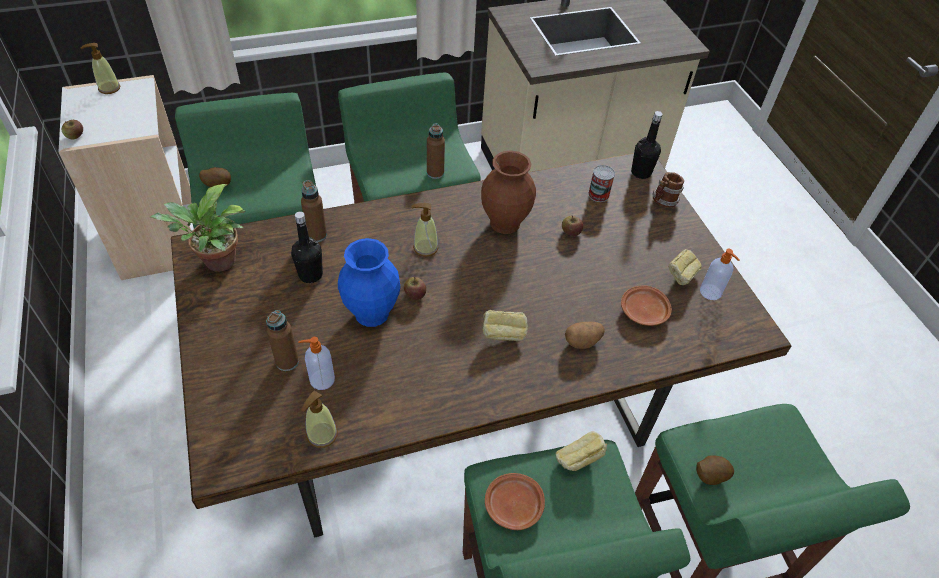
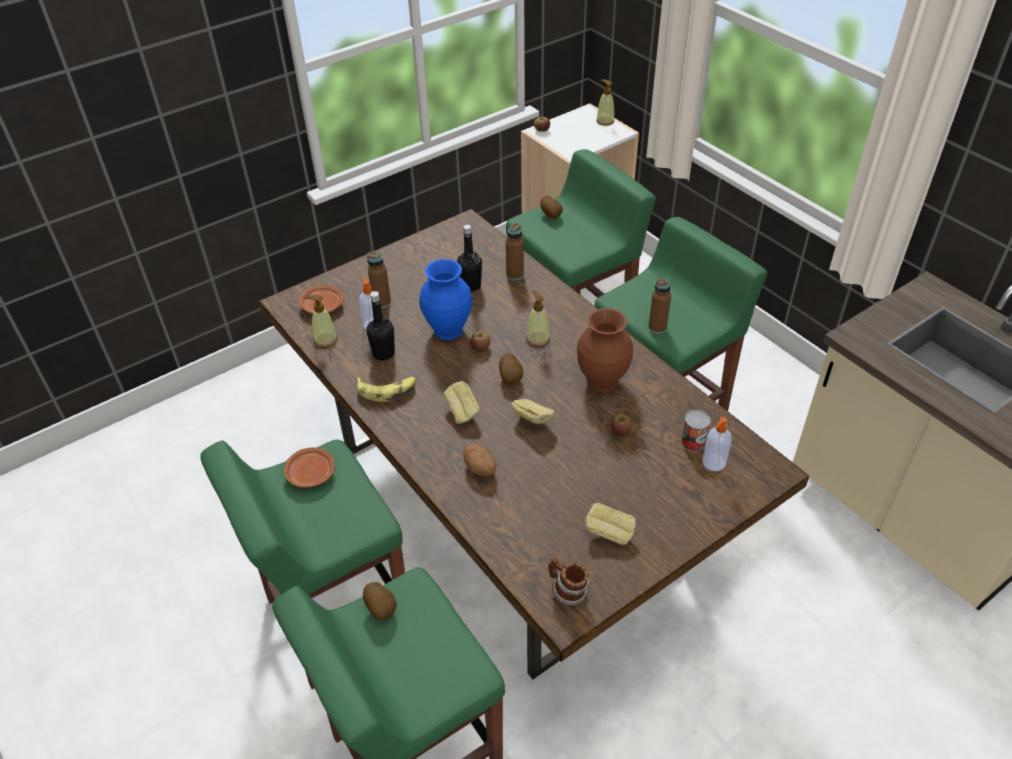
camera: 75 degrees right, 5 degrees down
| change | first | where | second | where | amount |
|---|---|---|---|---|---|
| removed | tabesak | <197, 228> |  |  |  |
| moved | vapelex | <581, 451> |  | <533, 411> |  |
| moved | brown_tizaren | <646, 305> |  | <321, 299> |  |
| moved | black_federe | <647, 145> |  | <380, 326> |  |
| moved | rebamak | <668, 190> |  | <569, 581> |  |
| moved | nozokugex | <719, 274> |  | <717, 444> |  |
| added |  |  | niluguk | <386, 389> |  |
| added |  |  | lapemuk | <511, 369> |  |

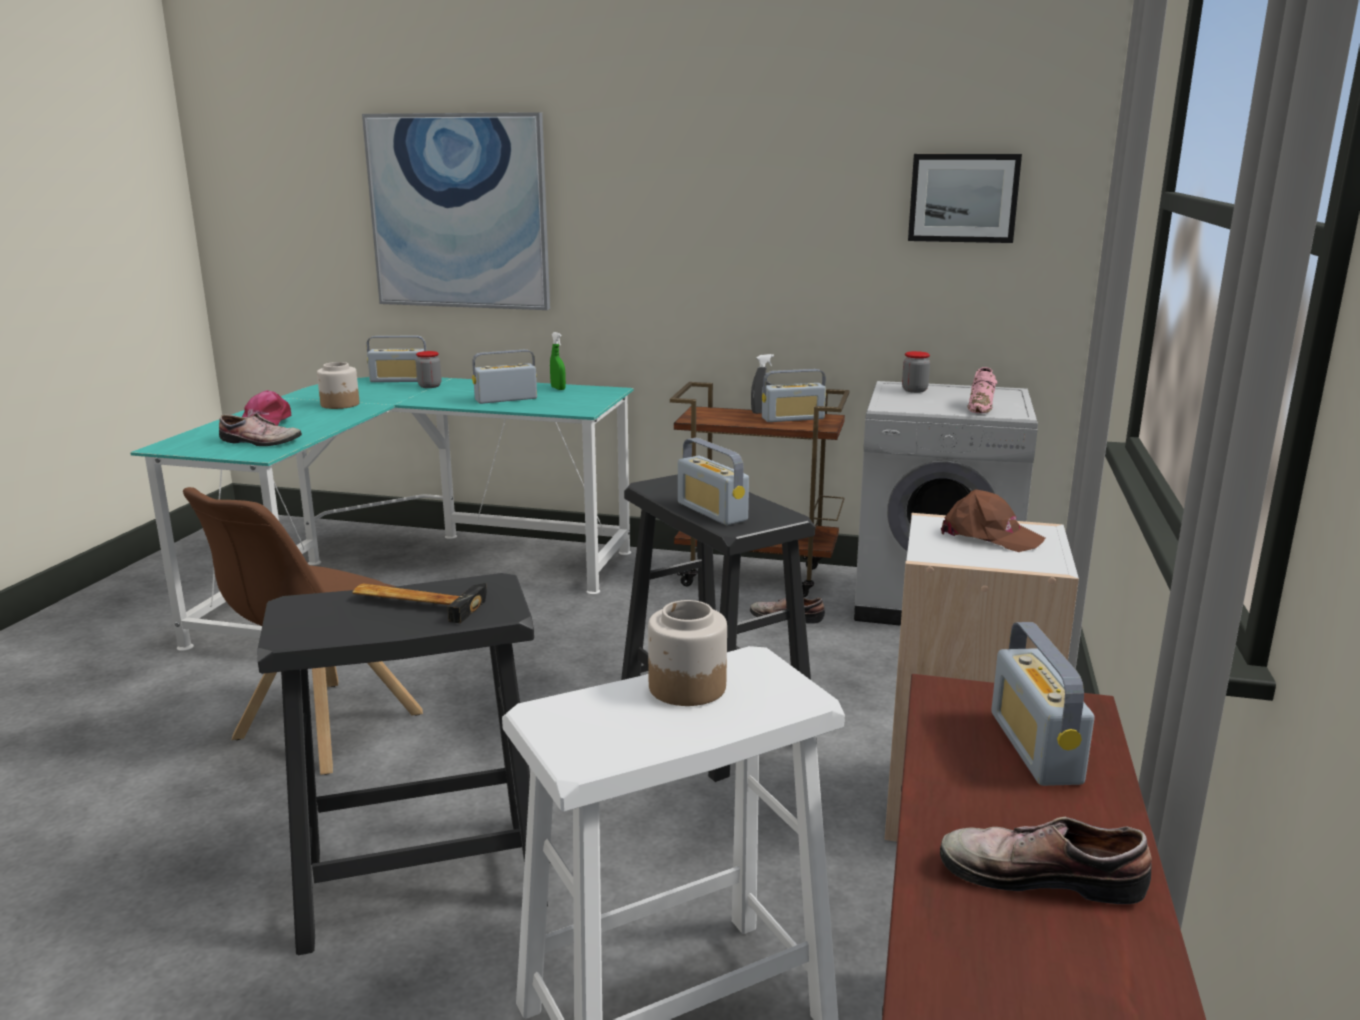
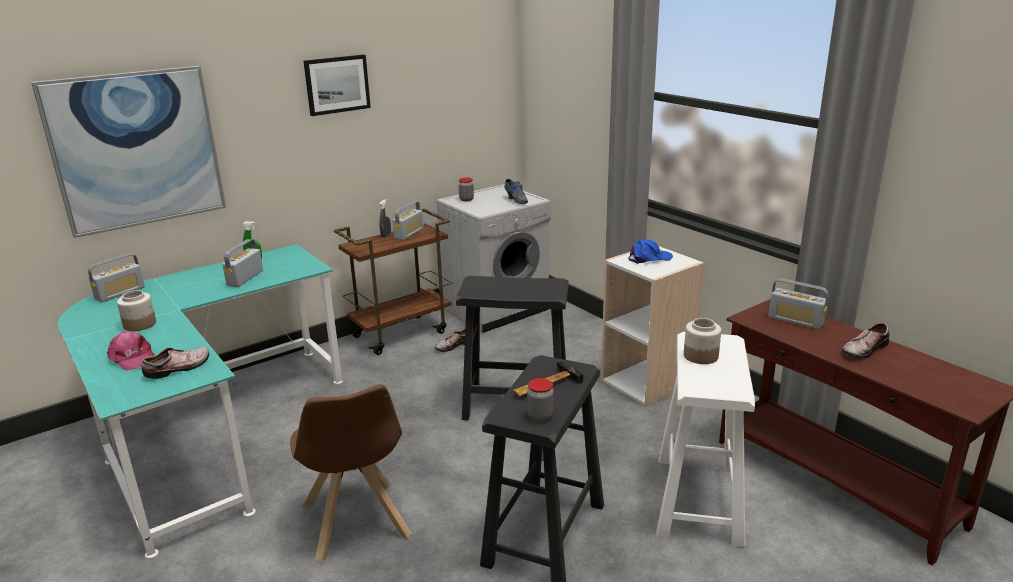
camera: 50 degrees left, 5 degrees up
| change | first | where | second | where | amount |
|---|---|---|---|---|---|
| moved | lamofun | <428, 369> |  | <540, 400> |  |
| removed | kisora | <713, 481> |  |  |  |
| moved | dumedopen | <965, 198> |  | <337, 85> |  |
| recoloured | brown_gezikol | <993, 520> | blue_gezikol | <651, 251> |  |
| recoloured | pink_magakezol | <982, 390> | blue_magakezol | <516, 191> |  |

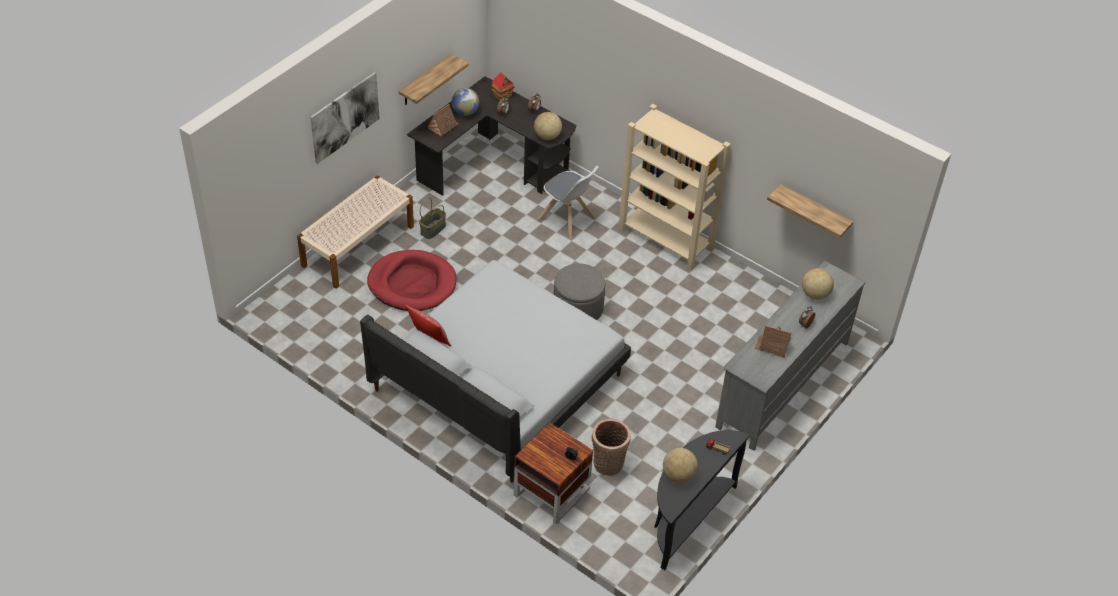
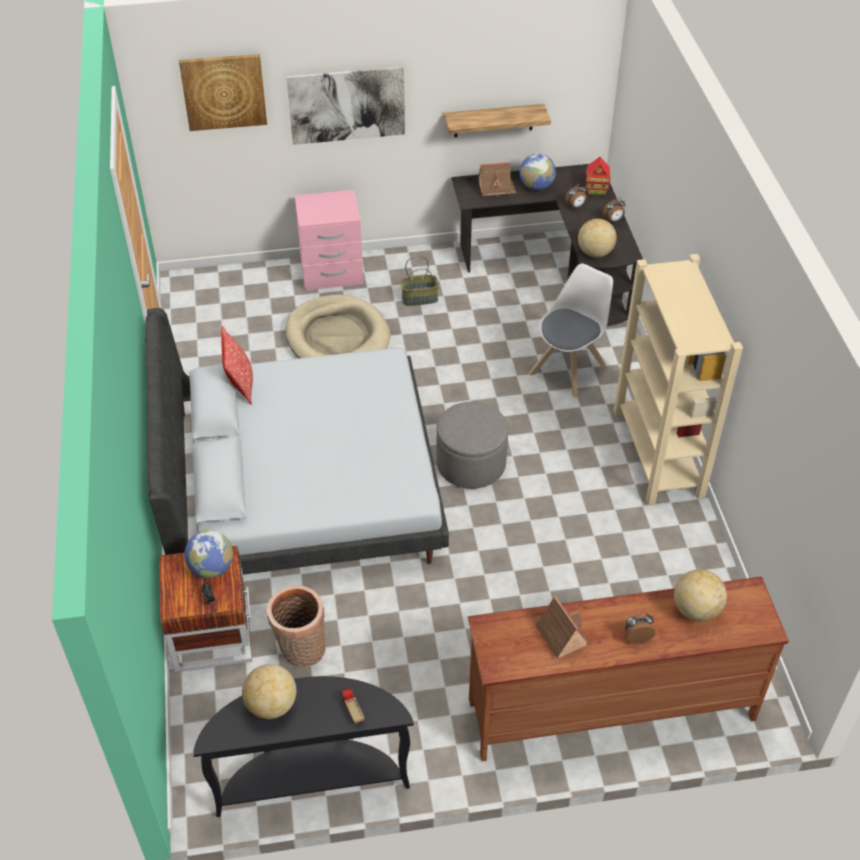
camera: 45 degrees right, 0 degrees up
| change | first | where | second | where | amount |
|---|---|---|---|---|---|
| replaced | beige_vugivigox | <355, 232> | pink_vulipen | <329, 240> |  |
| recoloured | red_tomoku | <411, 280> | beige_tomoku | <338, 326> |  |
| turned | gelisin | <568, 202> |  | <571, 330> | 135 degrees counterclockwise |
| recoloured | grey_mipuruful | <790, 355> | brown_mipuruful | <628, 669> |  |
| removed | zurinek | <810, 211> |  |  |  |
| added |  |  | dumedopen | <223, 92> |  |
| added |  |  | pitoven | <208, 554> |  |

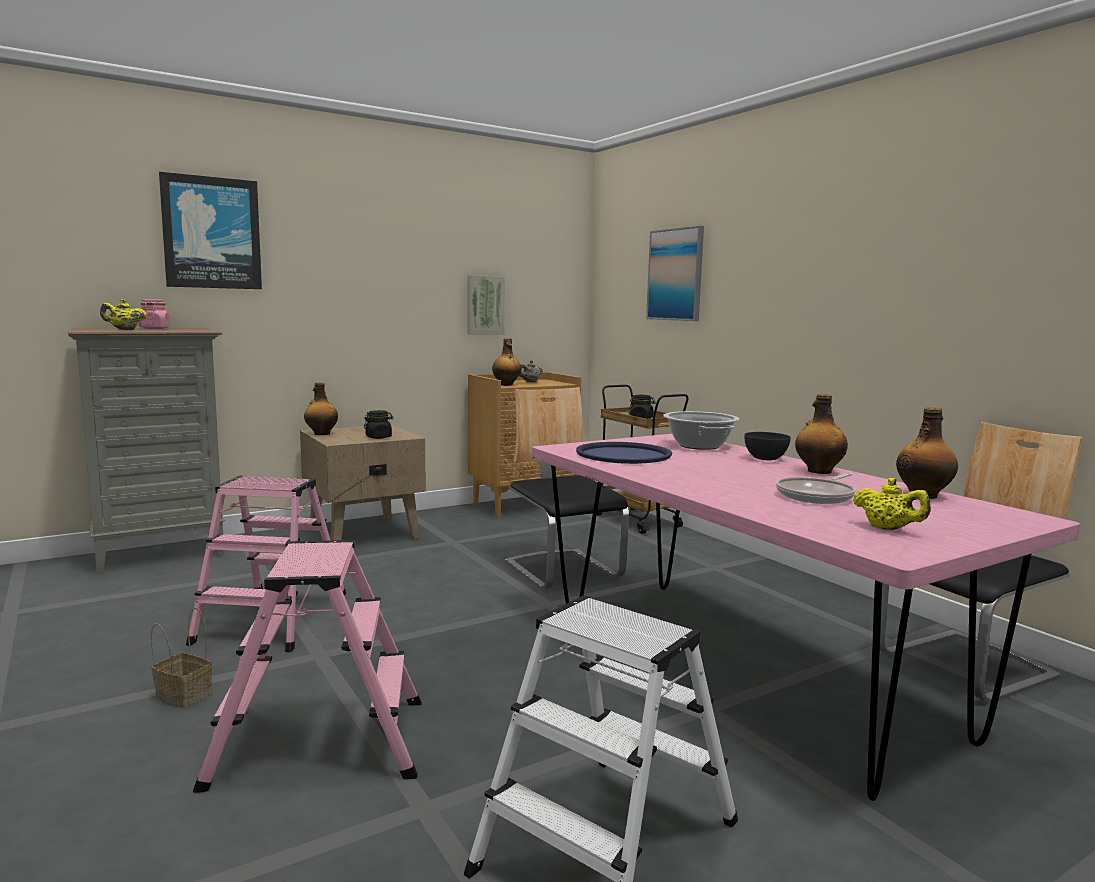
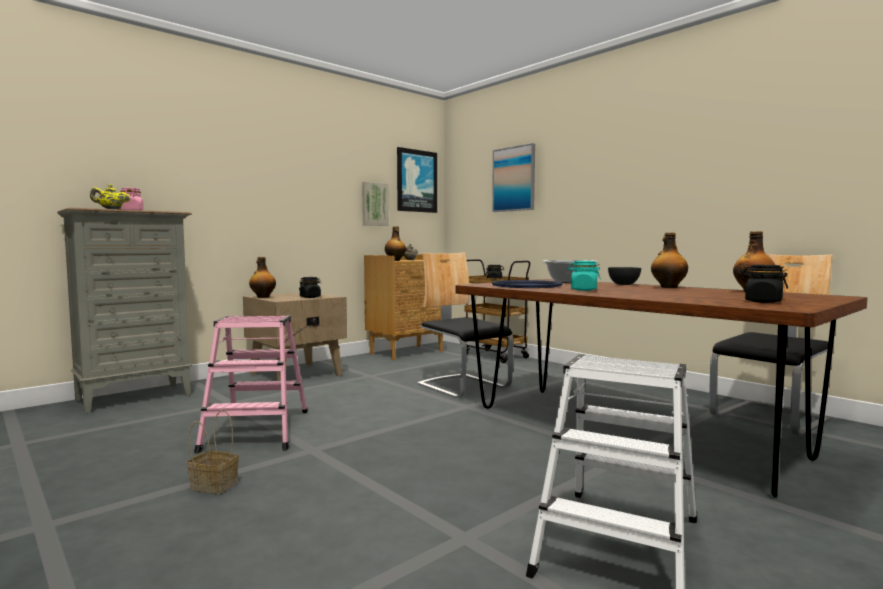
camera: 10 degrees left, 5 degrees down
| change | first | where | second | where | amount |
|---|---|---|---|---|---|
| moved | dumedopen | <210, 230> |  | <417, 180> |  |
| removed | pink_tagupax | <307, 666> |  |  |  |
| recoloured | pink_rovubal | <806, 617> | brown_rovubal | <661, 388> |  |
| removed | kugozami | <816, 488> |  |  |  |
| replaced | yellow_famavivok | <892, 504> | black_lamofun | <764, 284> |  |
| added |  |  | turquoise_lamofun | <584, 276> |  |

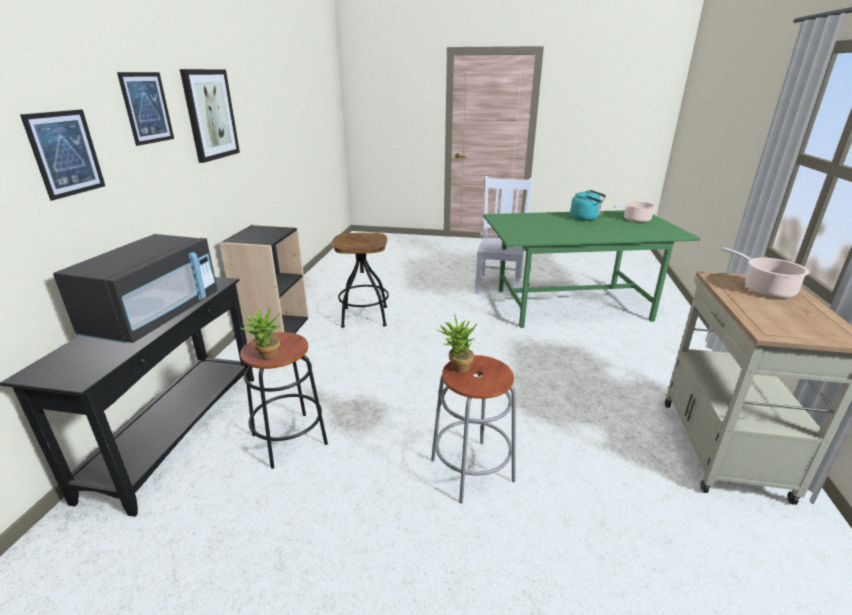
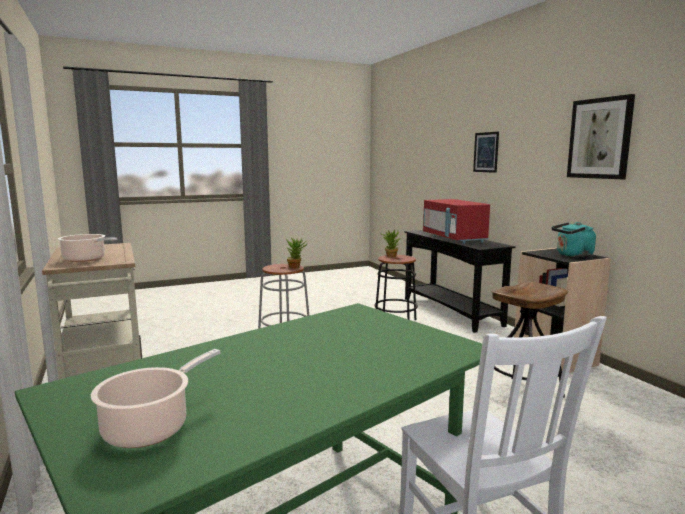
camera: 145 degrees right, 15 degrees down
| change | first | where | second | where | amount |
|---|---|---|---|---|---|
| recoloured | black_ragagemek | <135, 288> | red_ragagemek | <456, 221> |  |
| removed | dumedopen | <145, 109> |  |  |  |
| moved | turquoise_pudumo | <588, 205> |  | <574, 239> |  |

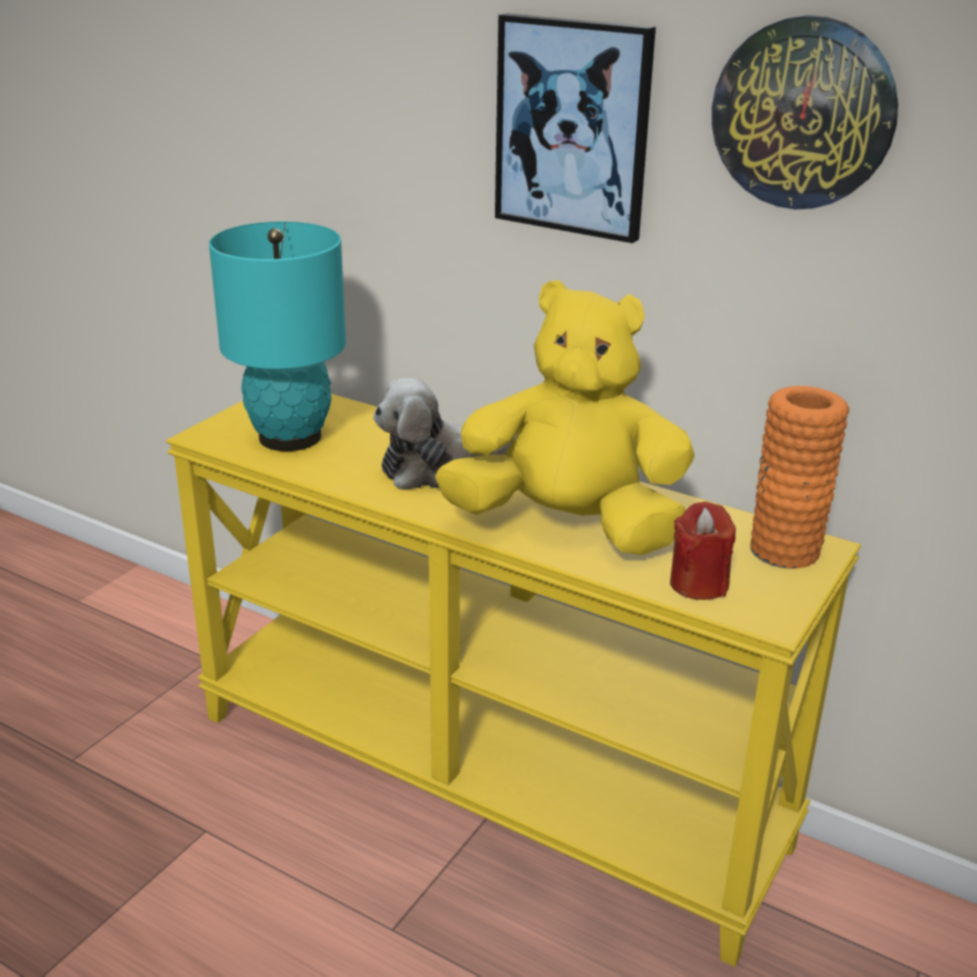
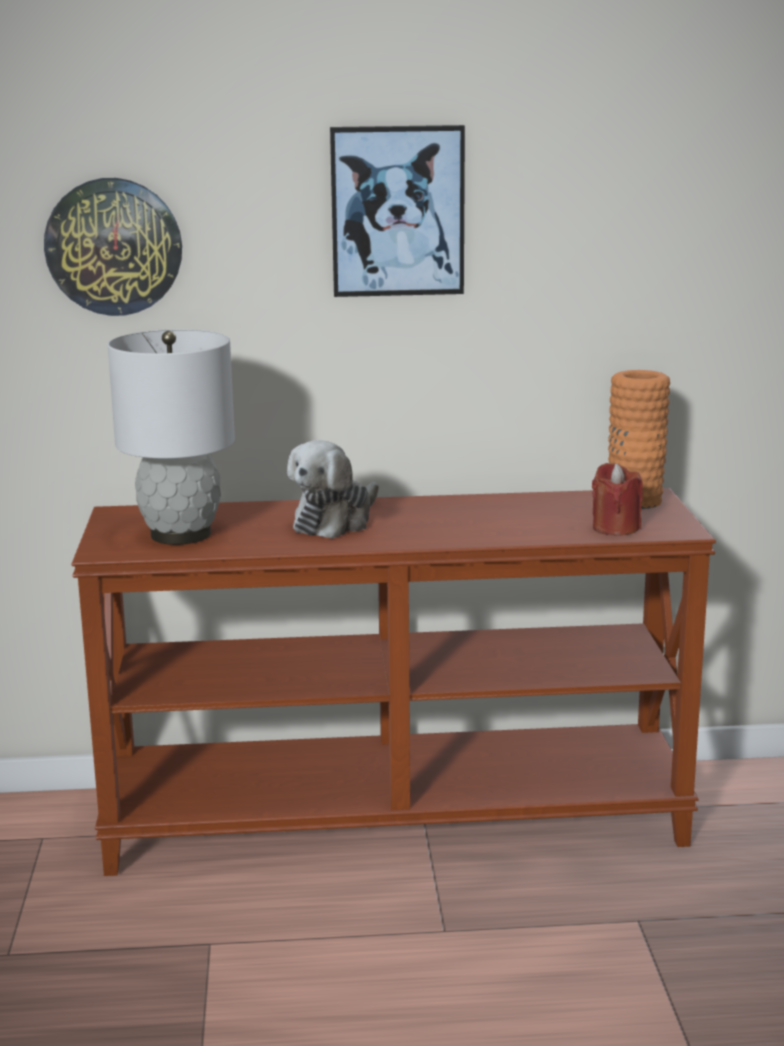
camera: 35 degrees left, 10 degrees down
| change | first | where | second | where | amount |
|---|---|---|---|---|---|
| recoloured | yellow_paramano | <513, 680> | brown_paramano | <393, 682> |  |
| recoloured | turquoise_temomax | <277, 336> | white_temomax | <171, 437> |  |
| removed | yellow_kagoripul | <565, 417> |  |  |  |
| moved | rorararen | <805, 112> |  | <113, 247> |  |

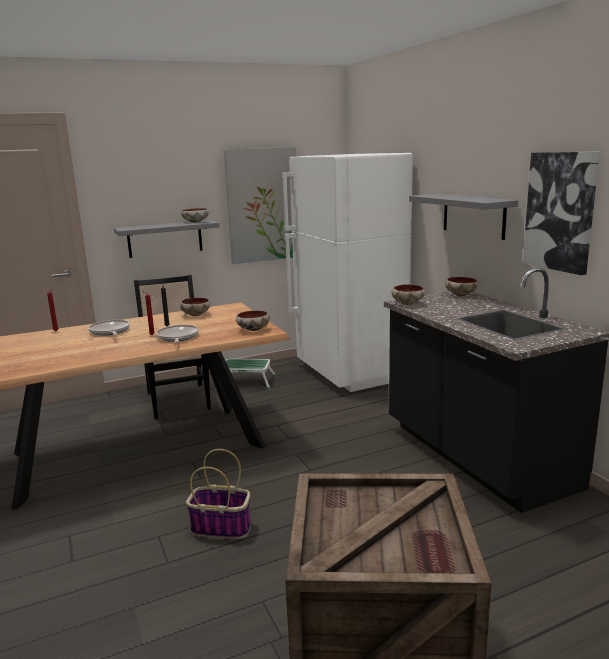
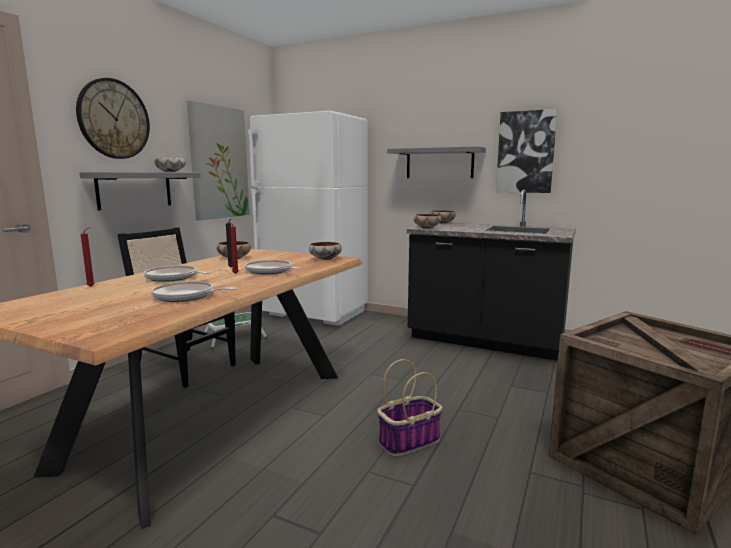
camera: 40 degrees left, 5 degrees down
| change | first | where | second | where | amount |
|---|---|---|---|---|---|
| added |  |  | rorararen | <113, 118> |  |
| added |  |  | kugozami | <194, 291> |  |

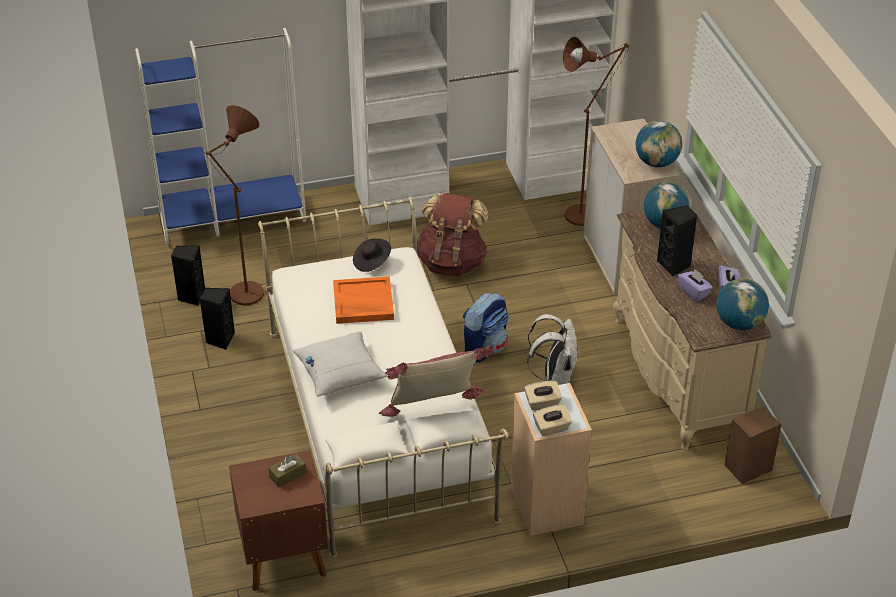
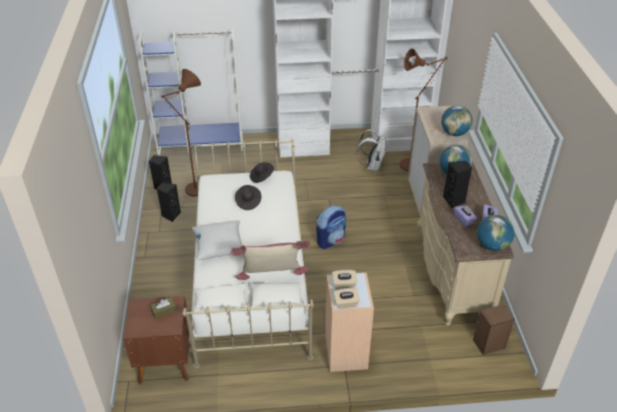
camera: 10 degrees right, 0 degrees up
| change | first | where | second | where | amount |
|---|---|---|---|---|---|
| replaced | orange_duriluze | <363, 300> | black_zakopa | <248, 197> |  |
| removed | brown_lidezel | <452, 234> |  |  |  |
| moved | white_lidezel | <552, 349> |  | <370, 150> |  |

